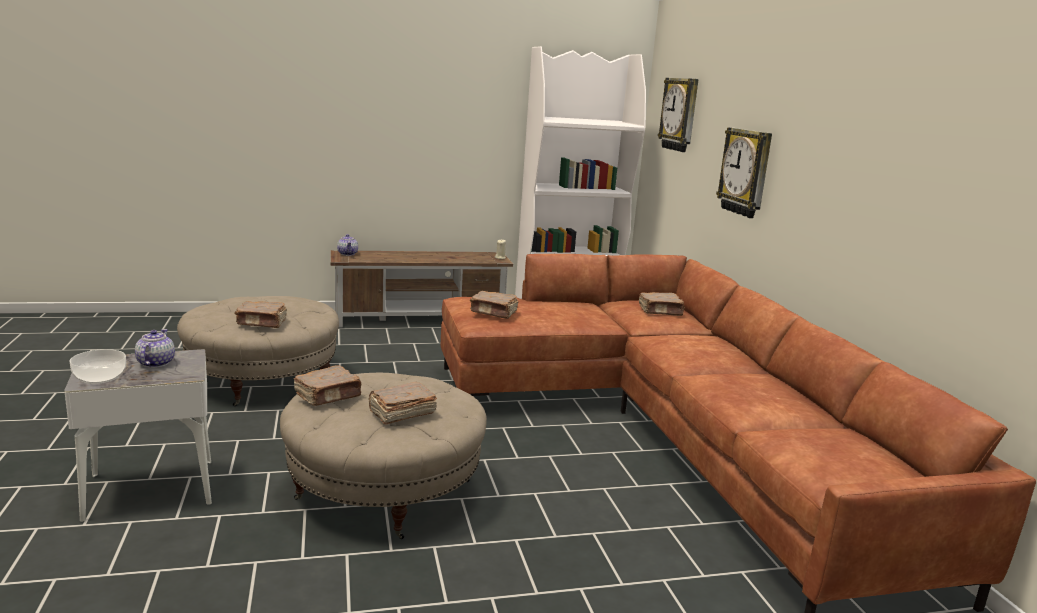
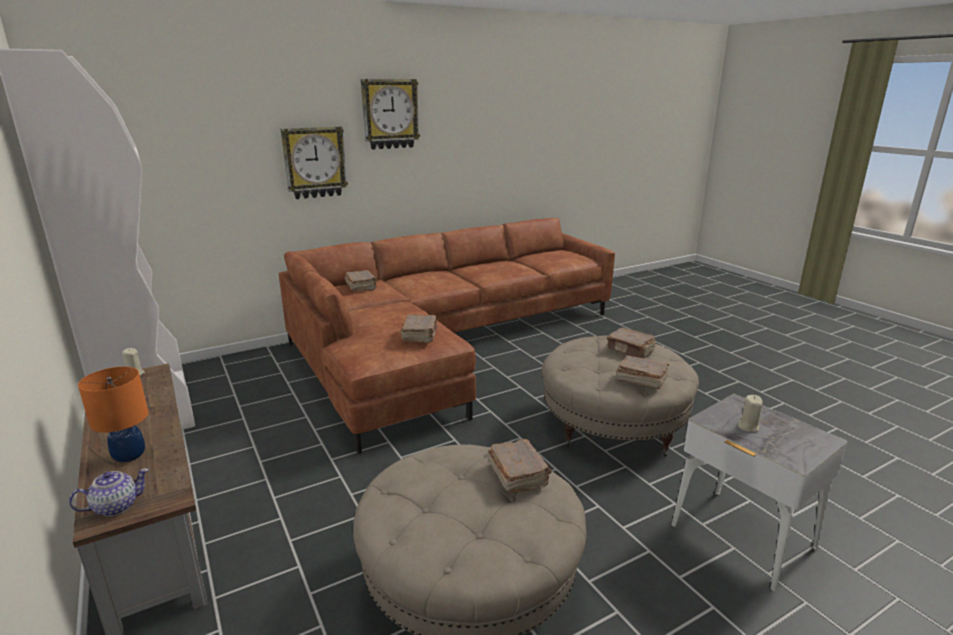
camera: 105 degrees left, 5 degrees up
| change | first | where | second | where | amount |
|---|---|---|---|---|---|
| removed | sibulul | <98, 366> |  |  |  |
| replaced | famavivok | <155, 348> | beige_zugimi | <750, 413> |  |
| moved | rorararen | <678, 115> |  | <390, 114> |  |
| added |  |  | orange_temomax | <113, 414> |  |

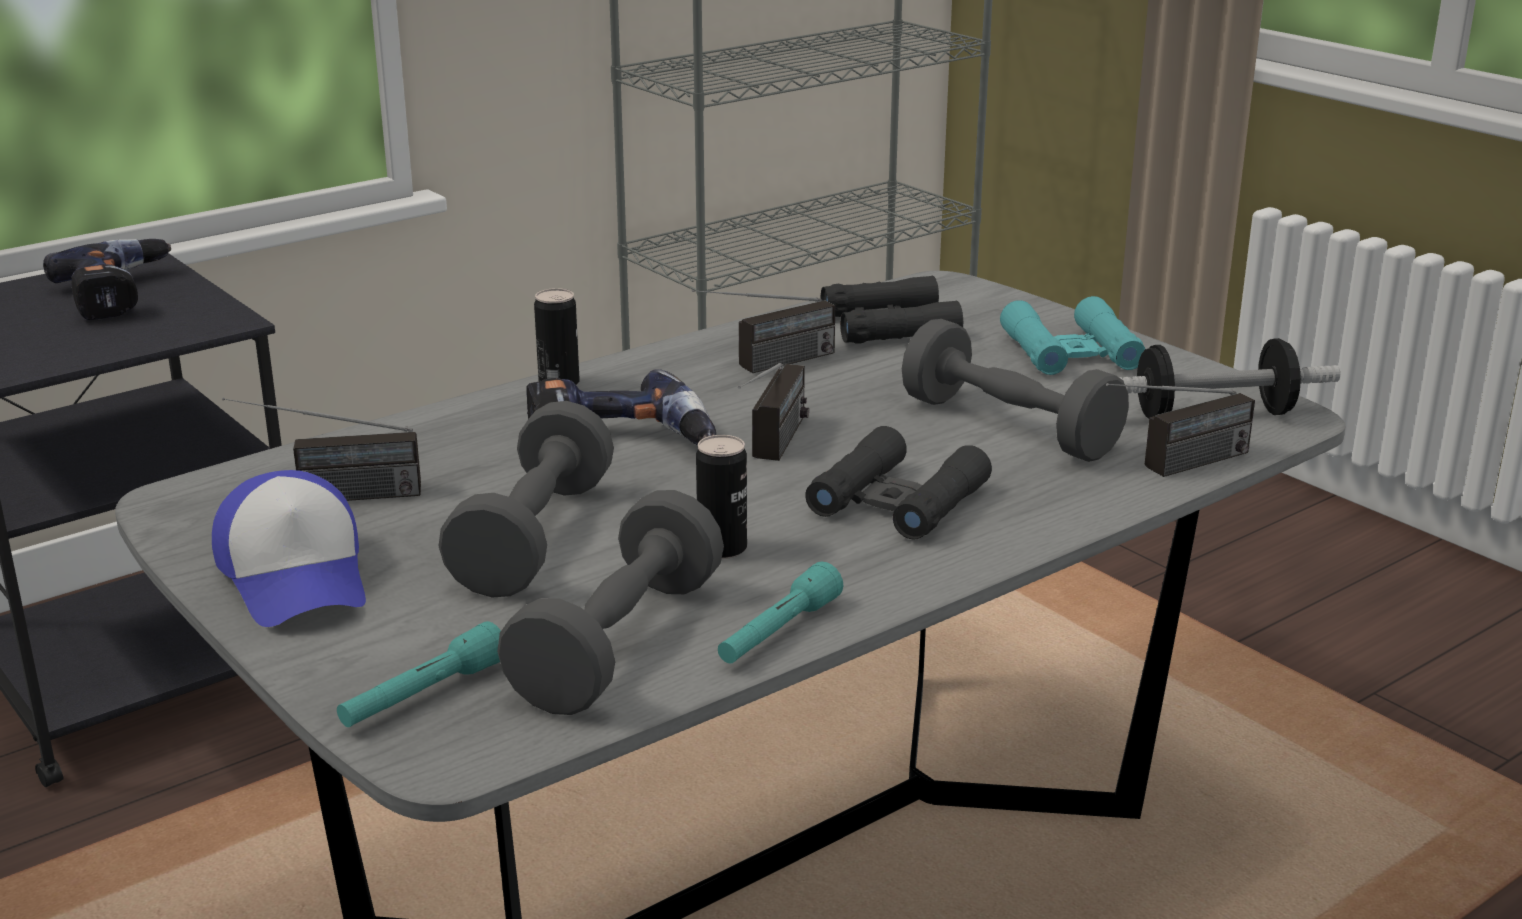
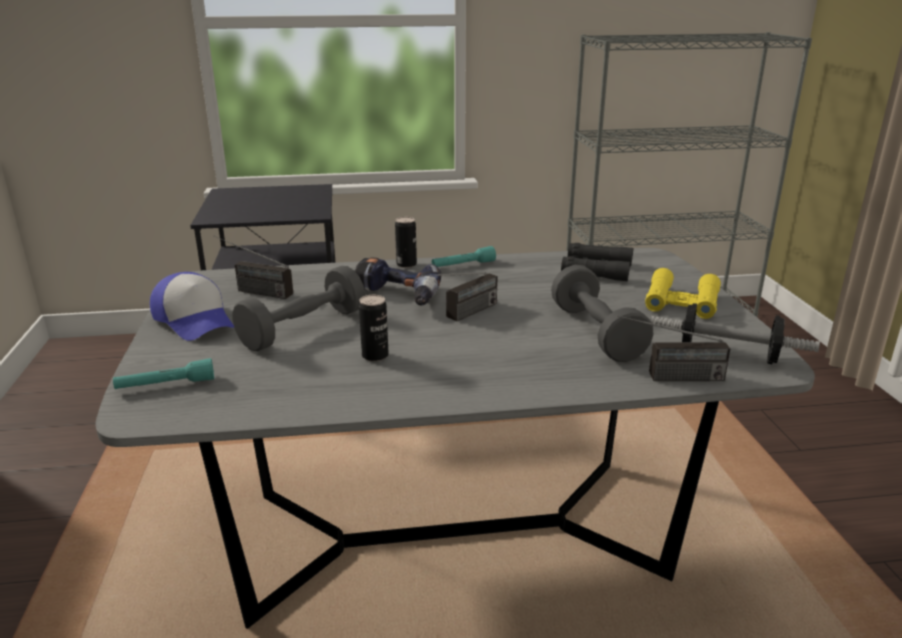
camera: 30 degrees right, 0 degrees up
| change | first | where | second | where | amount |
|---|---|---|---|---|---|
| removed | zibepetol | <107, 279> |  |  |  |
| turned | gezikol | <289, 548> |  | <192, 306> | 45 degrees counterclockwise |
| removed | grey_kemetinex | <610, 602> |  |  |  |
| removed | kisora | <763, 331> |  |  |  |
| moved | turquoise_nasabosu | <780, 612> |  | <464, 256> |  |
| removed | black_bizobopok | <898, 483> |  |  |  |
| recoloured | turquoise_bizobopok | <1072, 335> | yellow_bizobopok | <683, 293> |  |

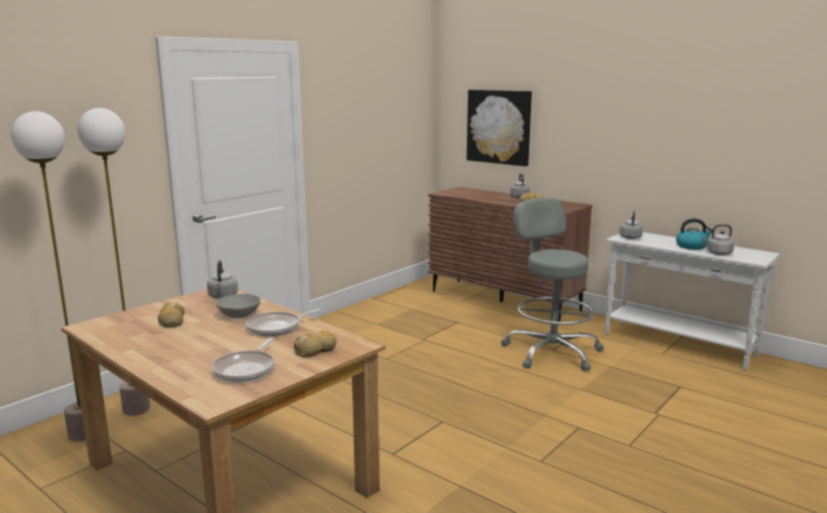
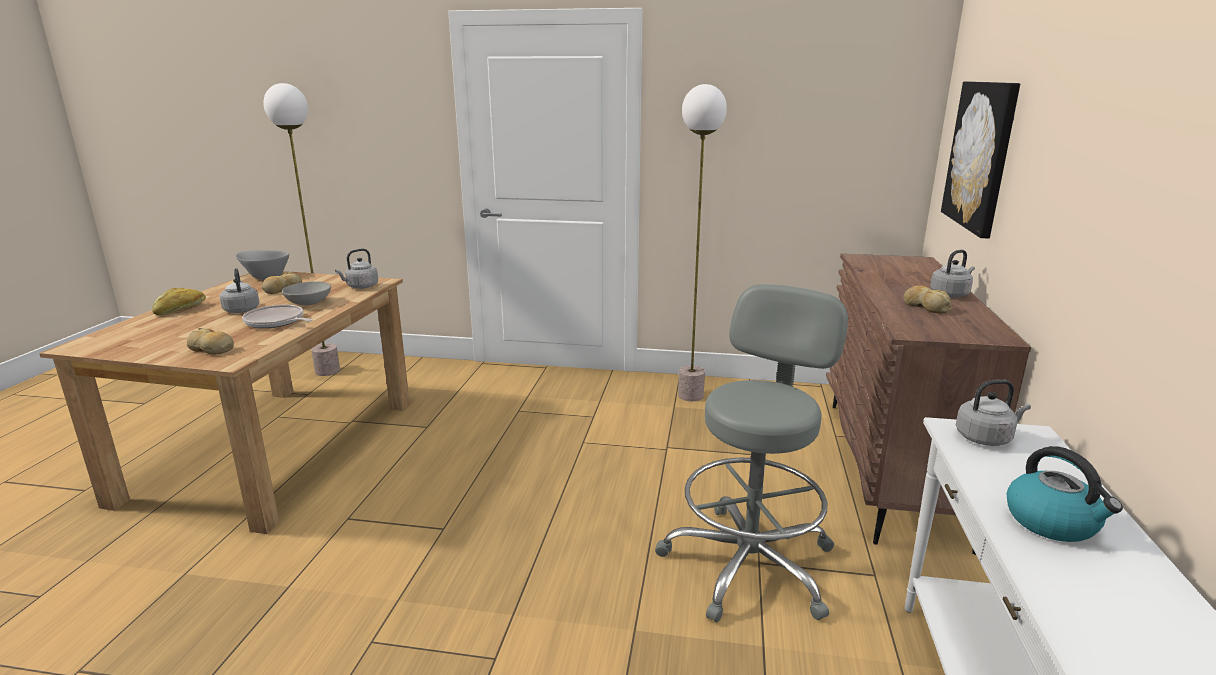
camera: 60 degrees right, 5 degrees up
| change | first | where | second | where | amount |
|---|---|---|---|---|---|
| moved | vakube | <113, 262> |  | <702, 242> |  |
| removed | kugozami | <243, 360> |  |  |  |
| moved | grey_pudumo | <717, 239> |  | <239, 290> |  |
| added |  |  | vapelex | <179, 302> |  |
| added |  |  | grey_sibulul | <262, 264> |  |

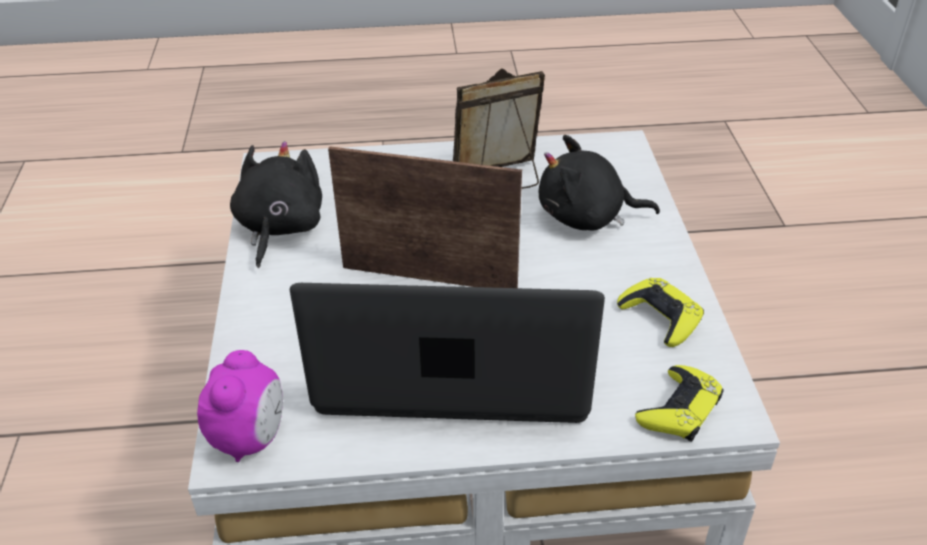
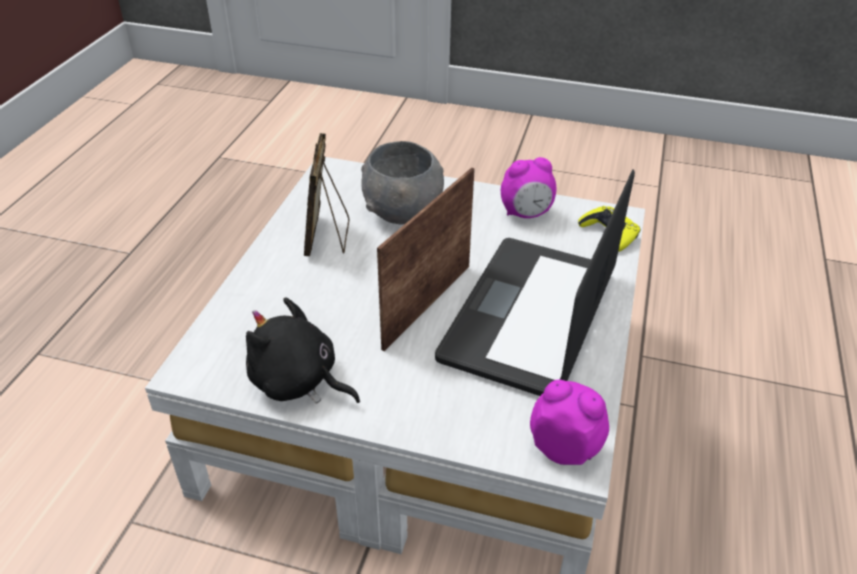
camera: 70 degrees left, 0 degrees up
| change | first | where | second | where | amount |
|---|---|---|---|---|---|
| replaced | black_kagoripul | <599, 182> | grey_sibulul | <402, 183> |  |
| replaced | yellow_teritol | <660, 312> | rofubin | <529, 187> |  |

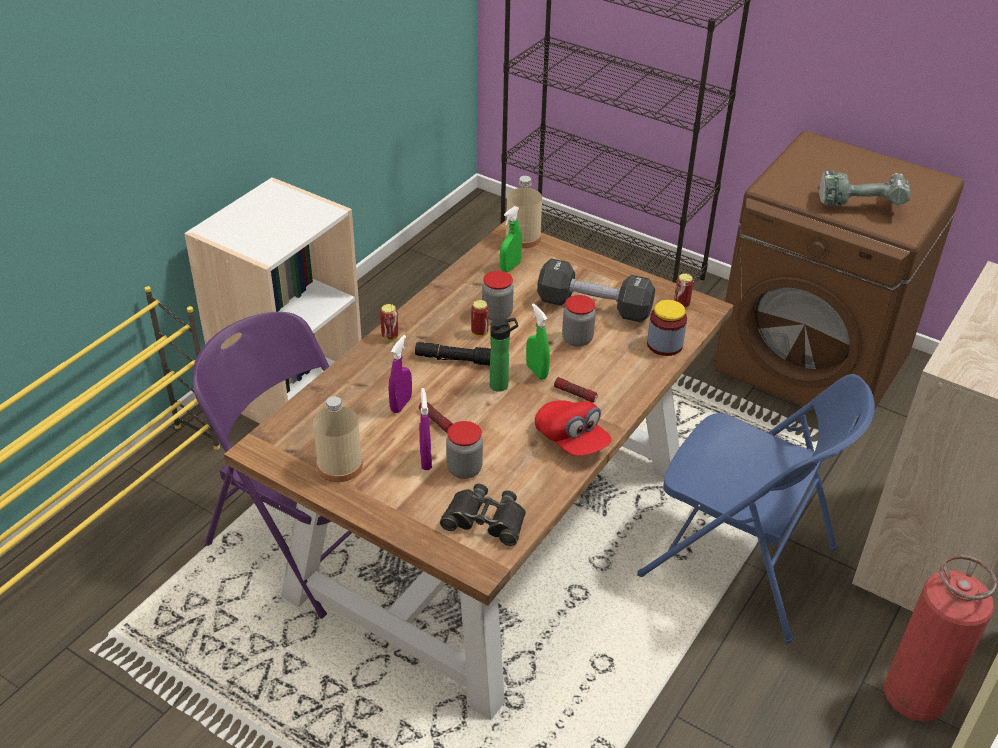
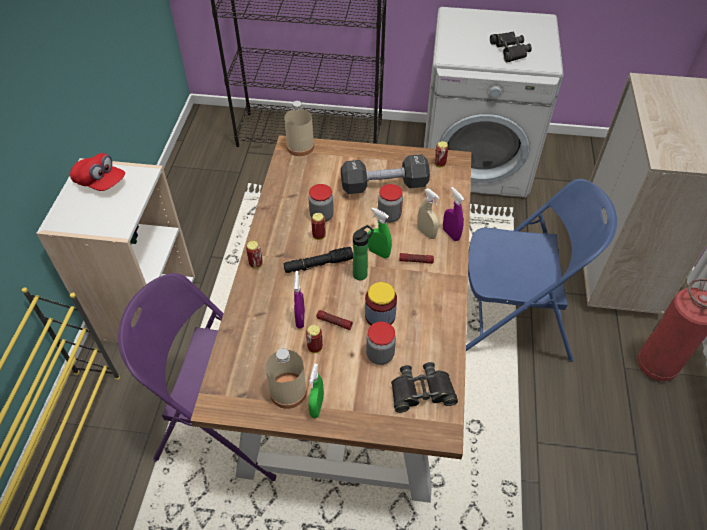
camera: 25 degrees left, 10 degrees up
| change | first | where | second | where | amount |
|---|---|---|---|---|---|
| moved | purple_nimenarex | <425, 429> |  | <453, 214> |  |
| moved | green_nimenarex | <511, 239> |  | <316, 390> |  |
| moved | red_gezikol | <573, 428> |  | <97, 172> |  |
| moved | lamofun | <667, 328> |  | <381, 303> |  |
| recoloured | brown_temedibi | <839, 279> | white_temedibi | <493, 102> |  |
| replaced | zibepetol | <865, 188> | black_bizobopok | <511, 47> |  |
| added |  |  | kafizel | <314, 339> |  |
| added |  |  | beige_nimenarex | <428, 214> |  |

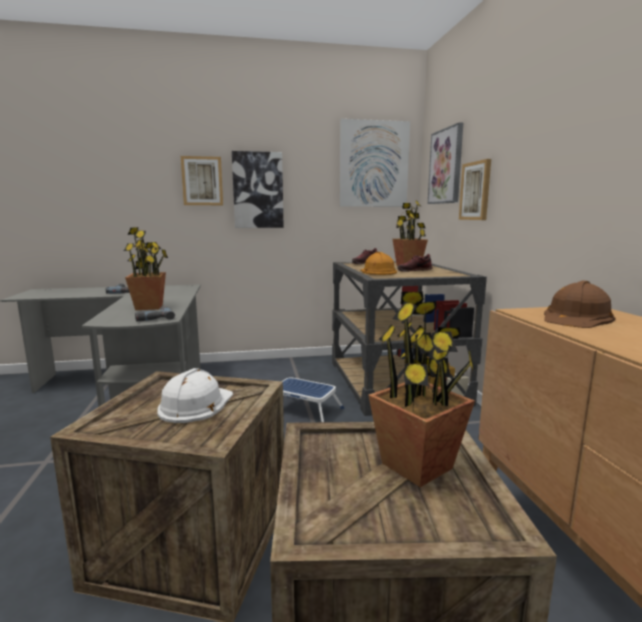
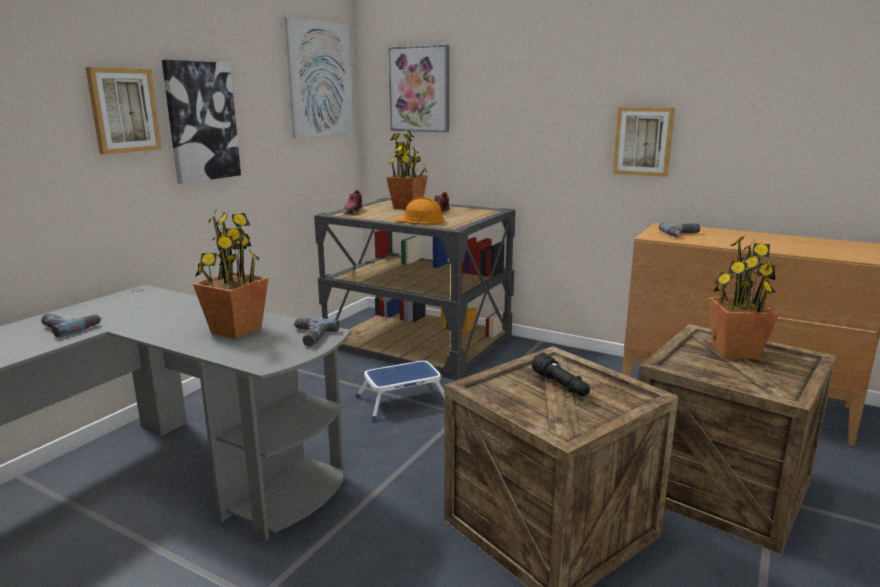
camera: 50 degrees left, 5 degrees up
| change | first | where | second | where | amount |
|---|---|---|---|---|---|
| replaced | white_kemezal | <195, 395> | black_nasabosu | <561, 374> |  |
| moved | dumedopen | <475, 189> |  | <644, 142> |  |
| replaced | brown_kemezal | <580, 304> | zibepetol | <679, 229> |  |

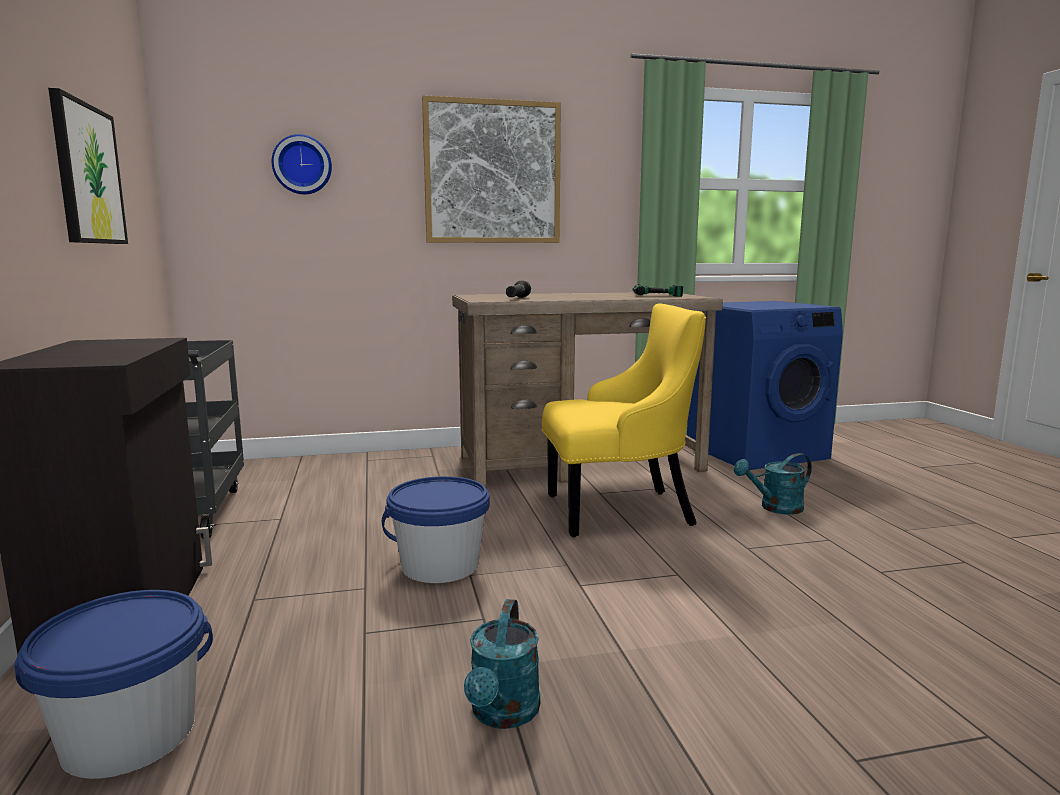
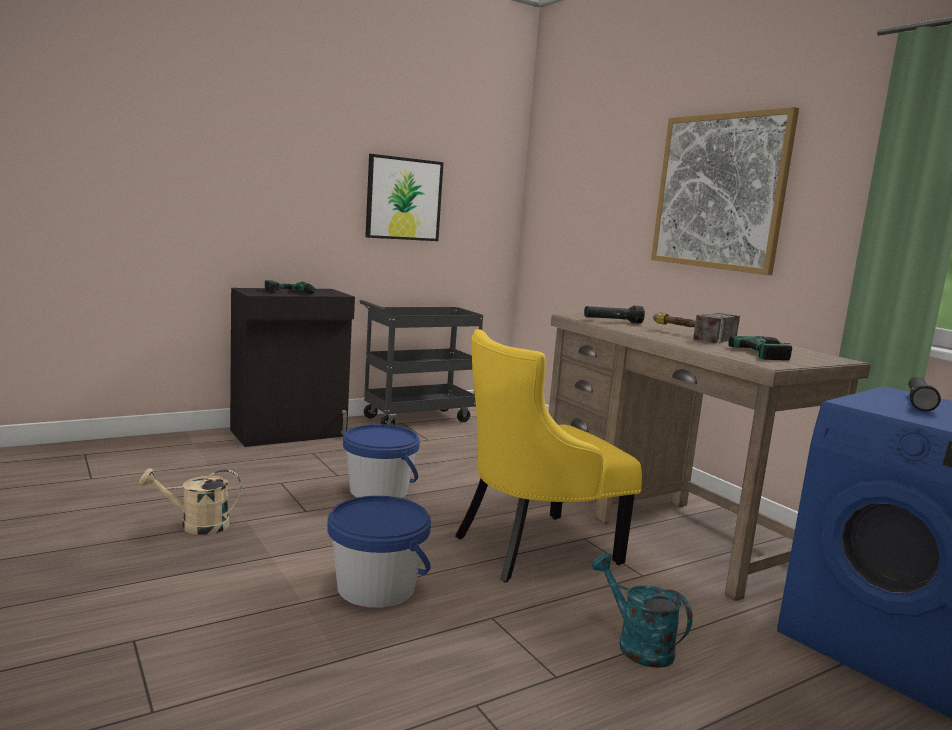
camera: 70 degrees right, 0 degrees up
| change | first | where | second | where | amount |
|---|---|---|---|---|---|
| moved | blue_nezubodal | <113, 684> |  | <379, 552> |  |
| removed | rorararen | <302, 164> |  |  |  |
| recoloured | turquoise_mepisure | <502, 664> | beige_mepisure | <190, 501> |  |
| turned | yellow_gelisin | <624, 420> |  | <548, 455> | 90 degrees clockwise |
| added |  |  | zibepetol | <290, 287> |  |
| added |  |  | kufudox | <696, 328> |  |
| added |  |  | black_nasabosu | <925, 394> |  |

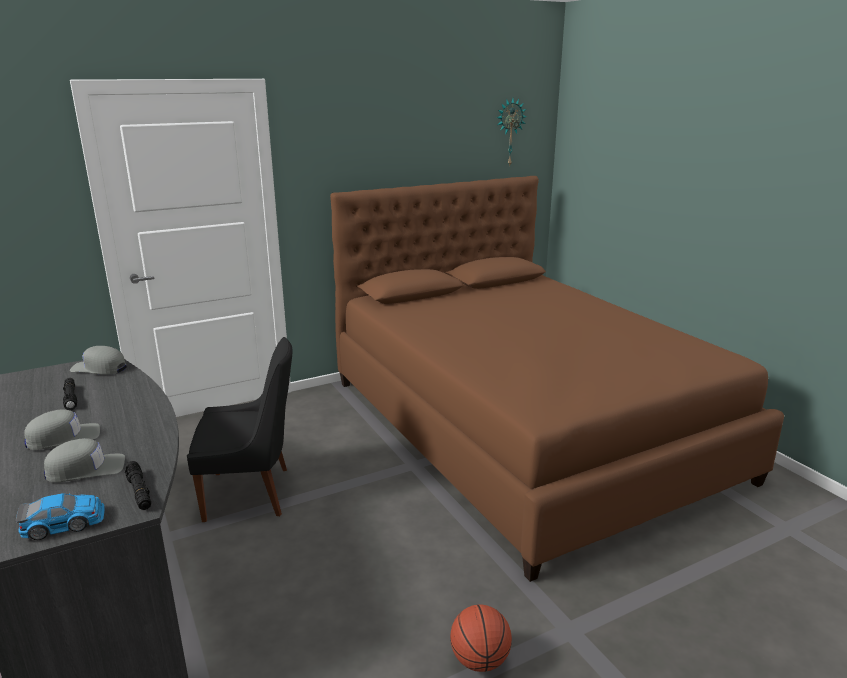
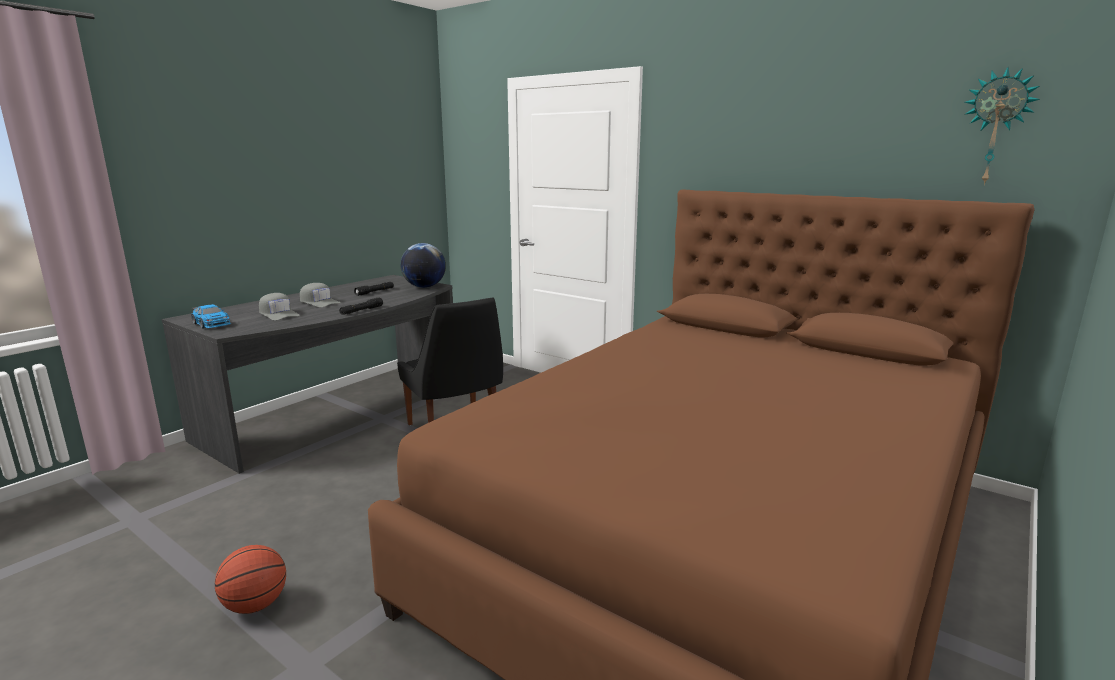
camera: 65 degrees right, 5 degrees down
| change | first | where | second | where | amount |
|---|---|---|---|---|---|
| replaced | grey_gezikol | <98, 360> | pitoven | <423, 265> |  |
| moved | black_nasabosu | <137, 485> |  | <361, 306> |  |

